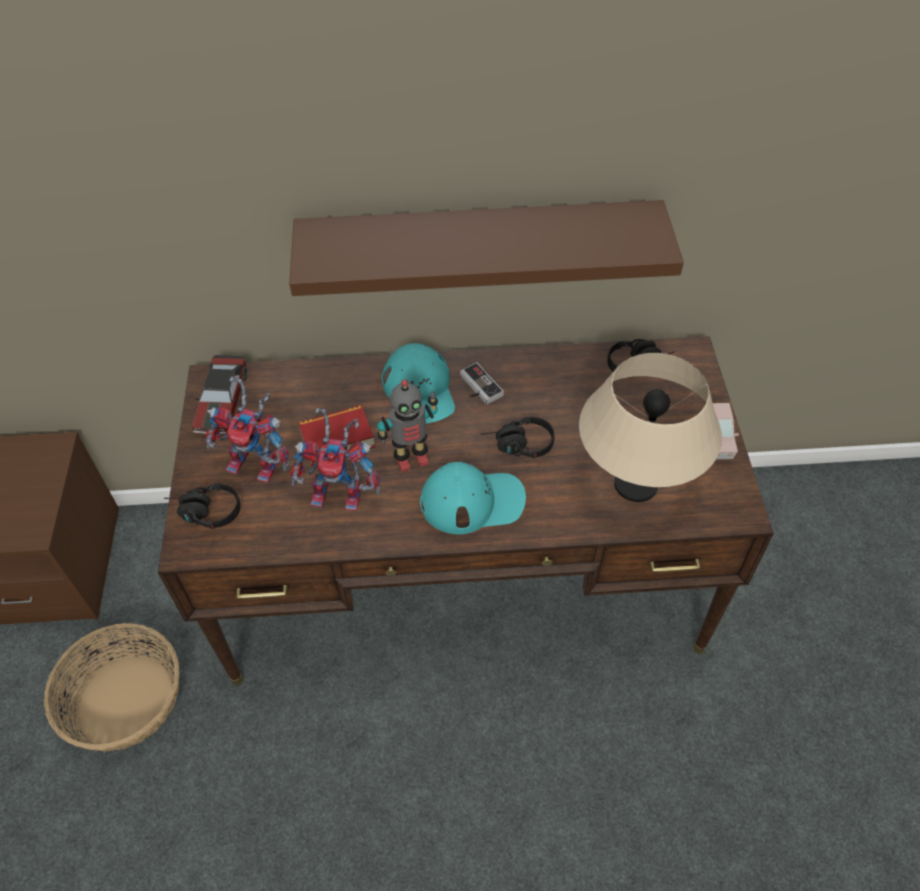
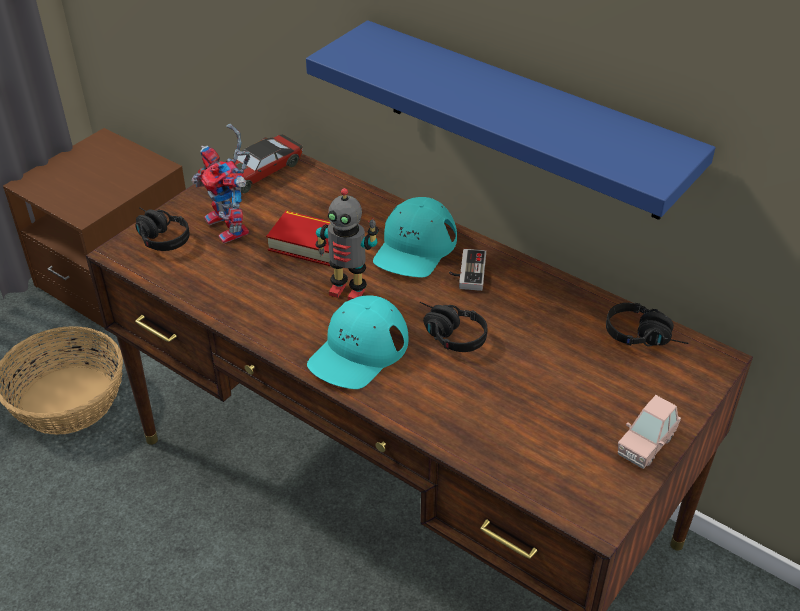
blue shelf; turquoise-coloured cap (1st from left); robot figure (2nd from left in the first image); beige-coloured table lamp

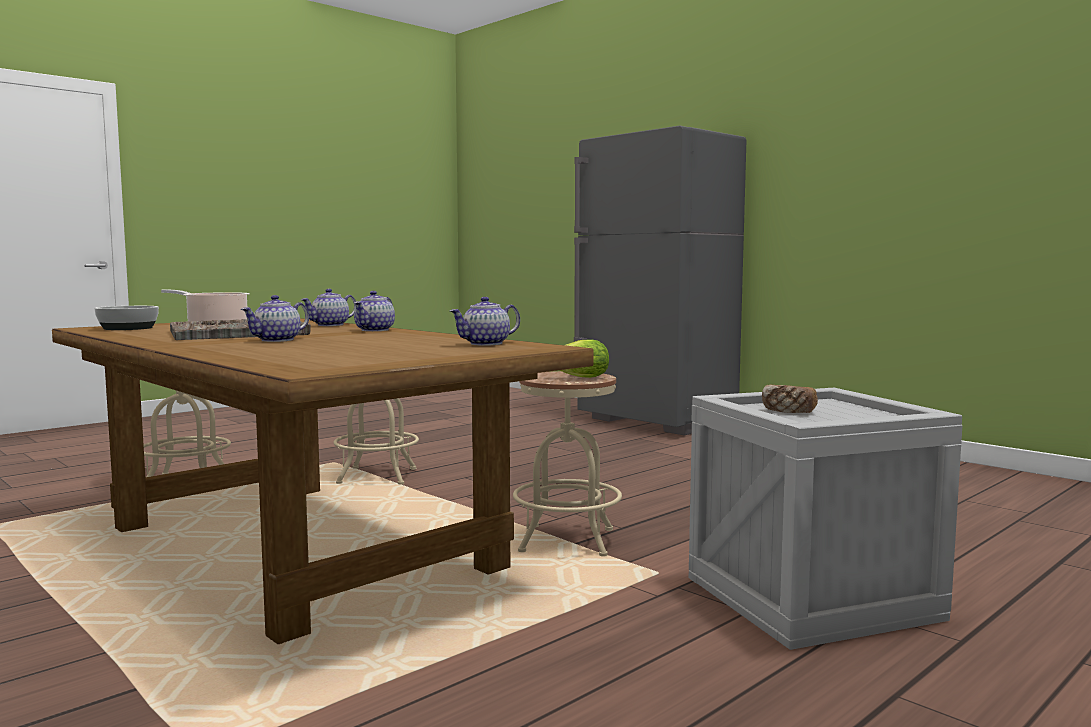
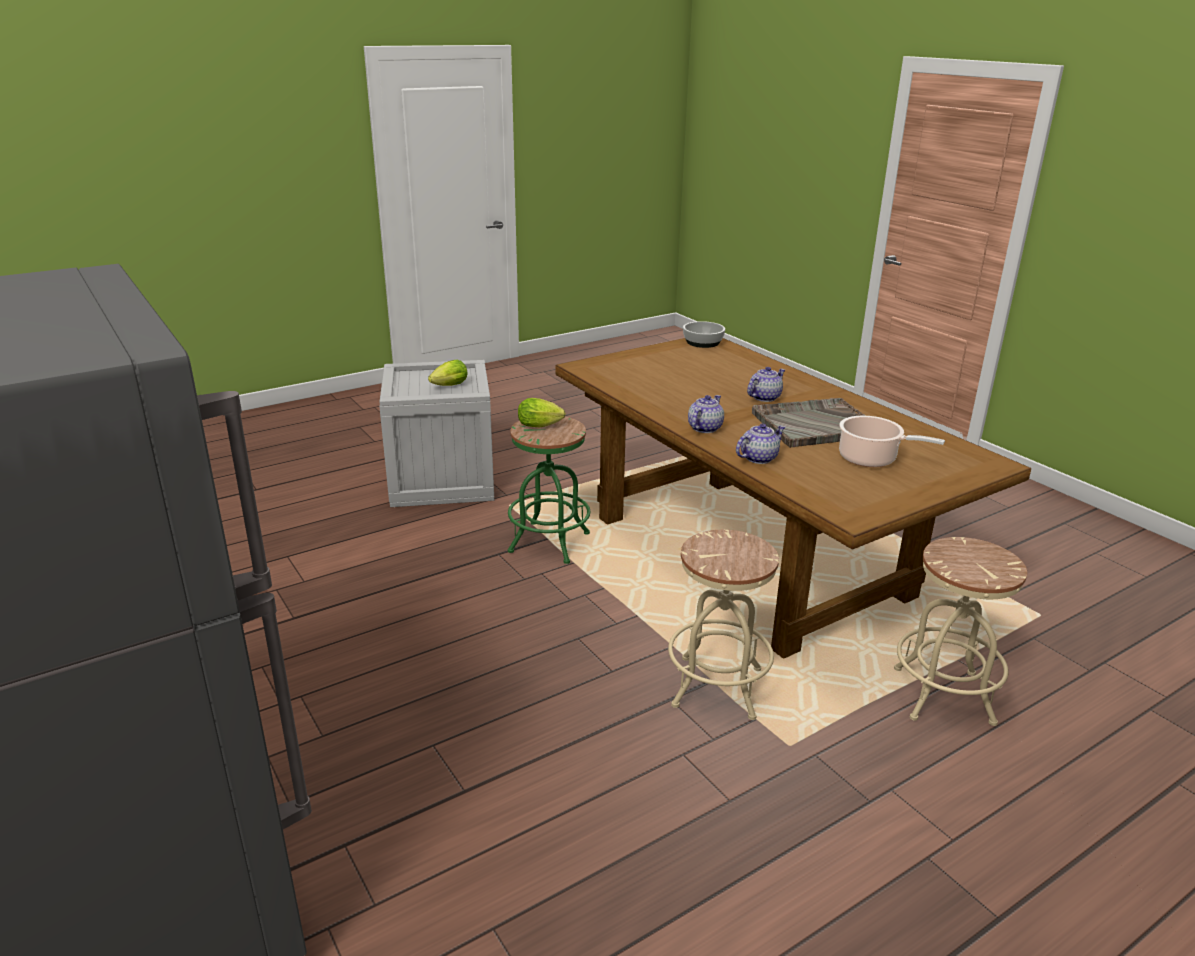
head of lettuce (1st from left); green stool; bowl; pot for tea (4th from left in the first image)

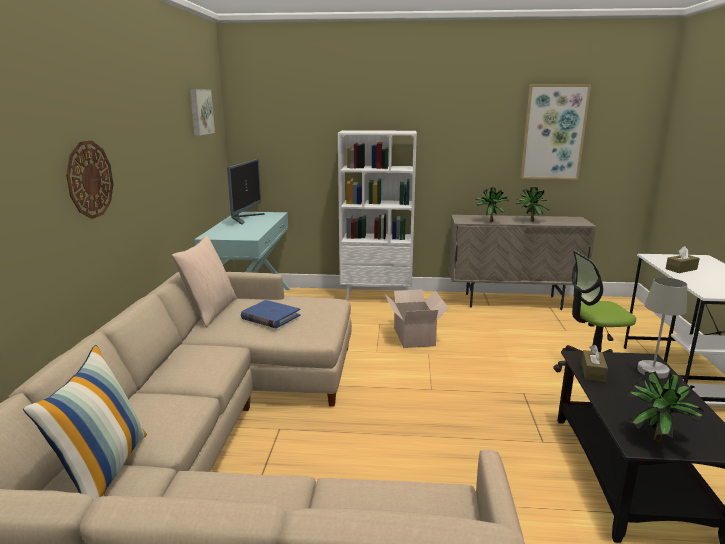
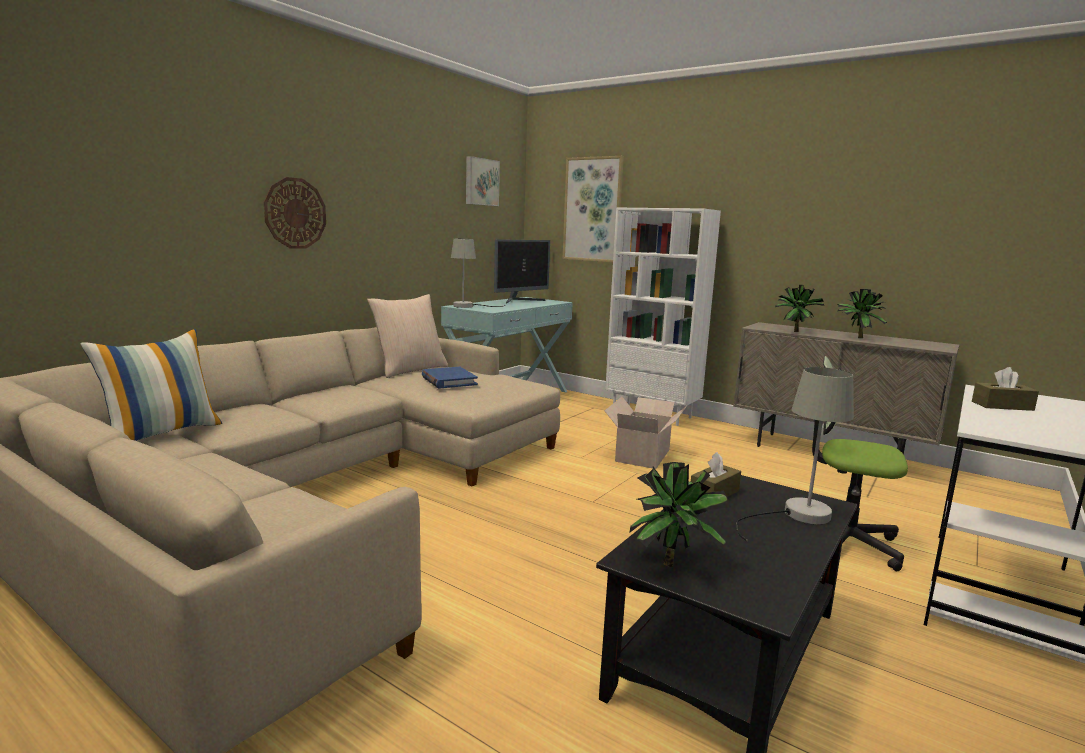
gray table lamp (1st from left); picture (2nd from left)

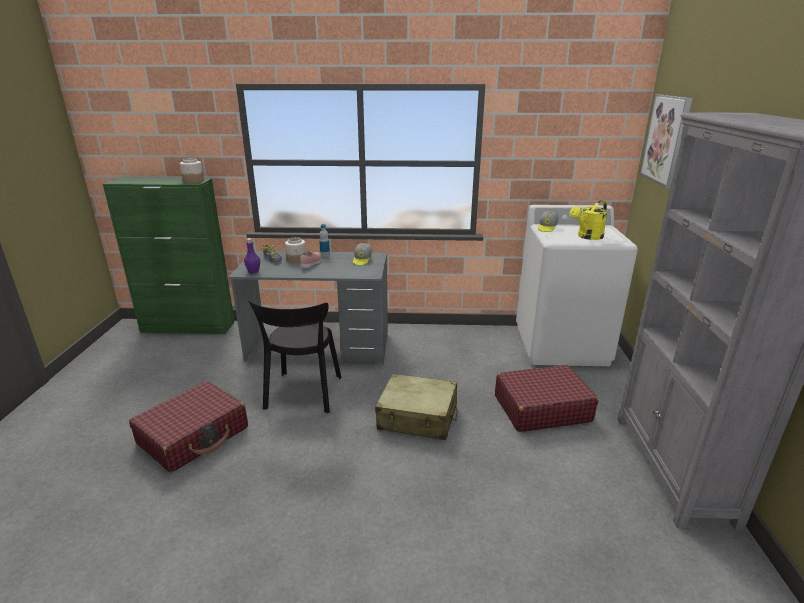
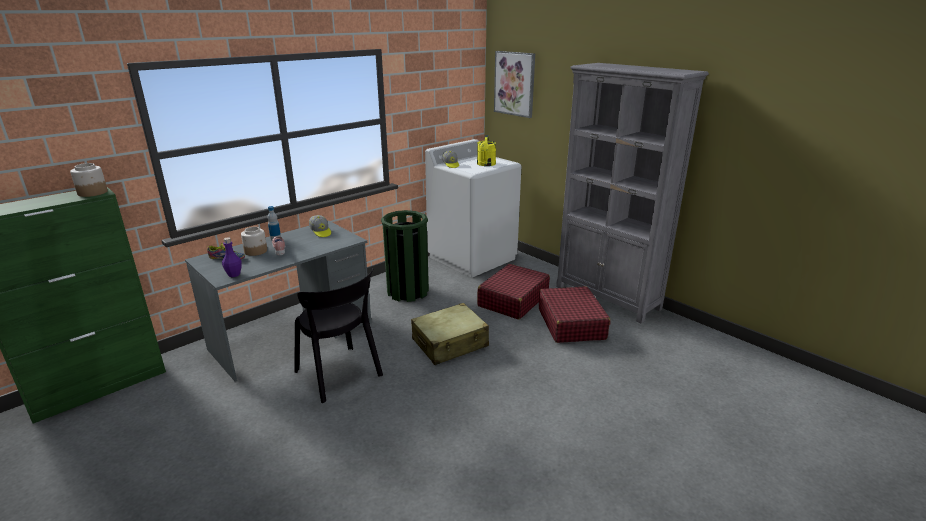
green waste bin; red suitcase (2nd from left)

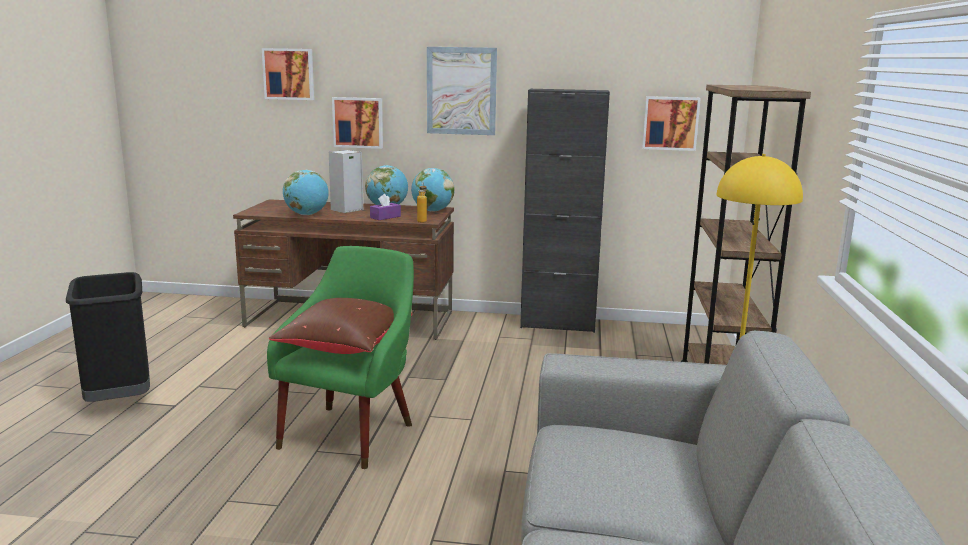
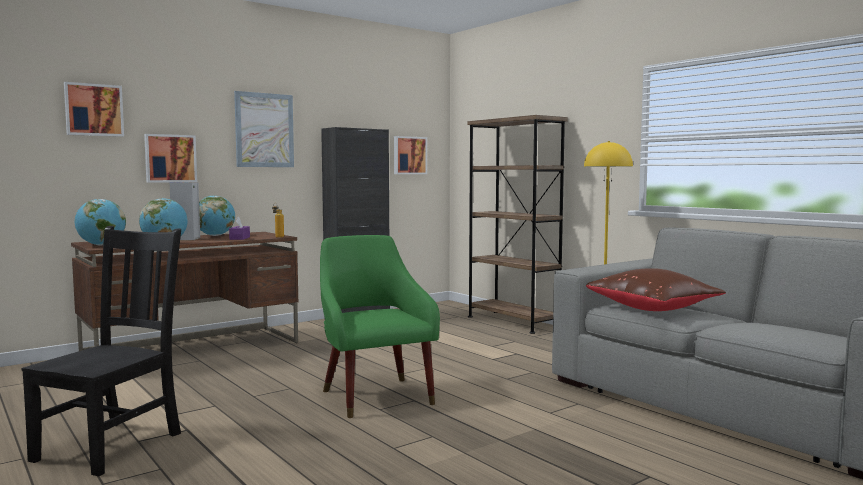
blackish upright chair; globe (1st from left); brown cushion

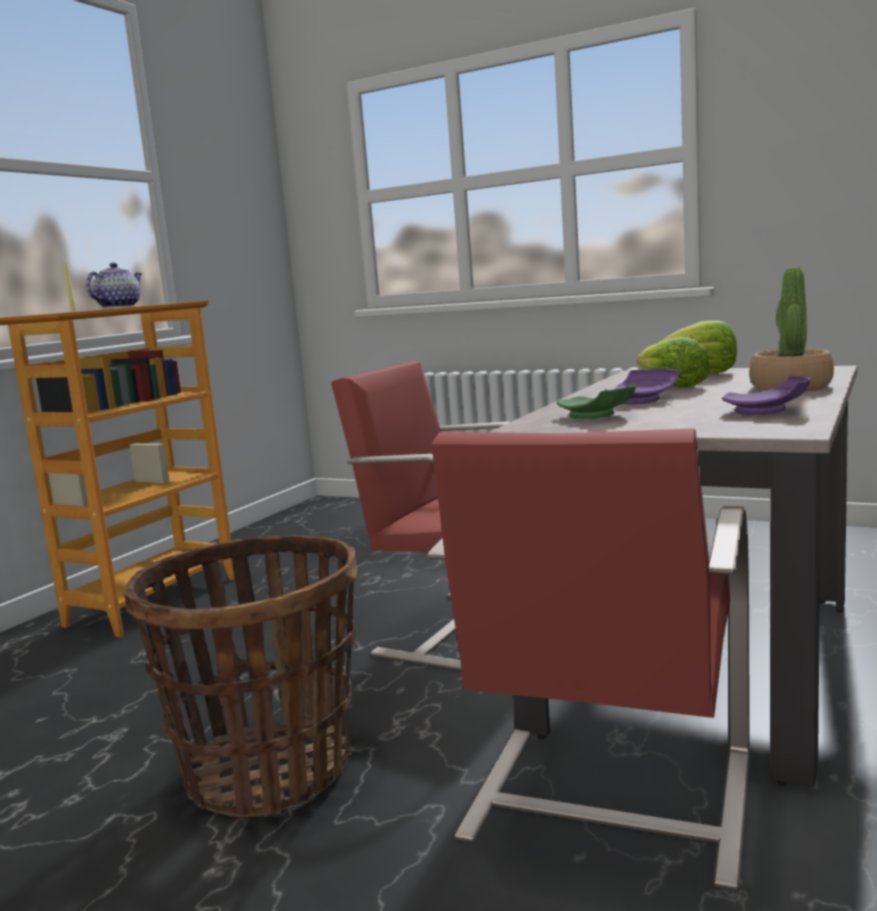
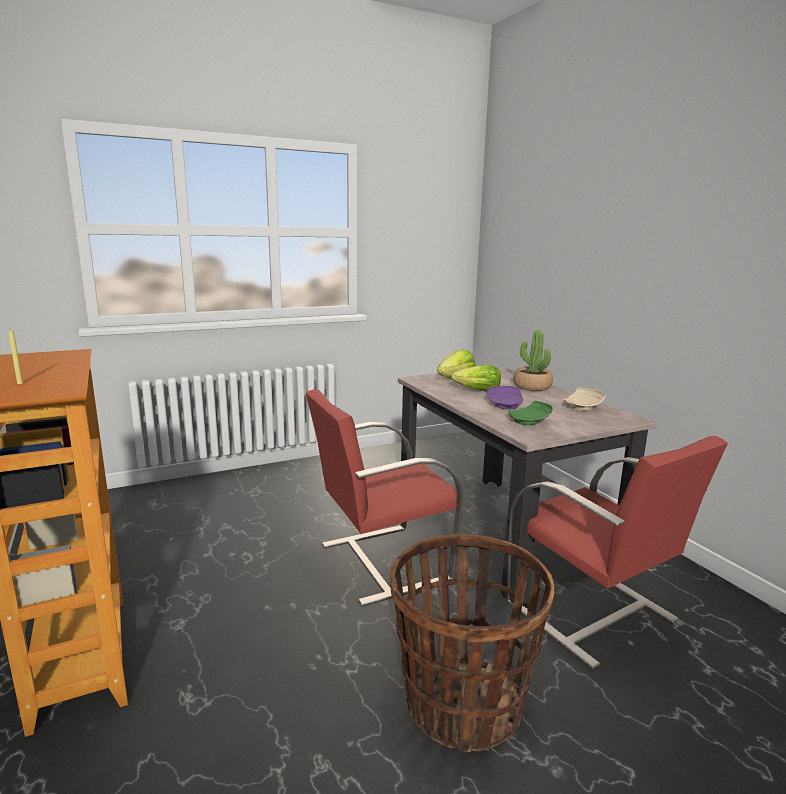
beige-coloured dinner plate; pot for tea

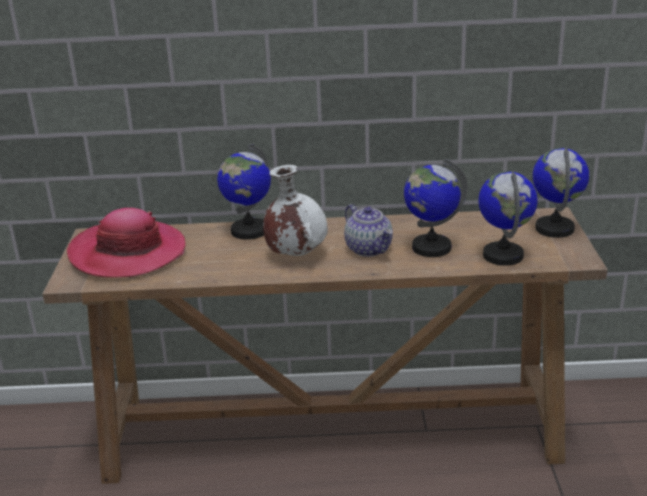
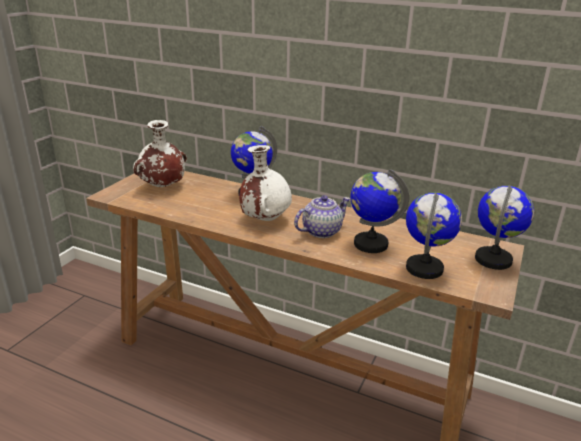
whitish vase (1st from left); pot for tea

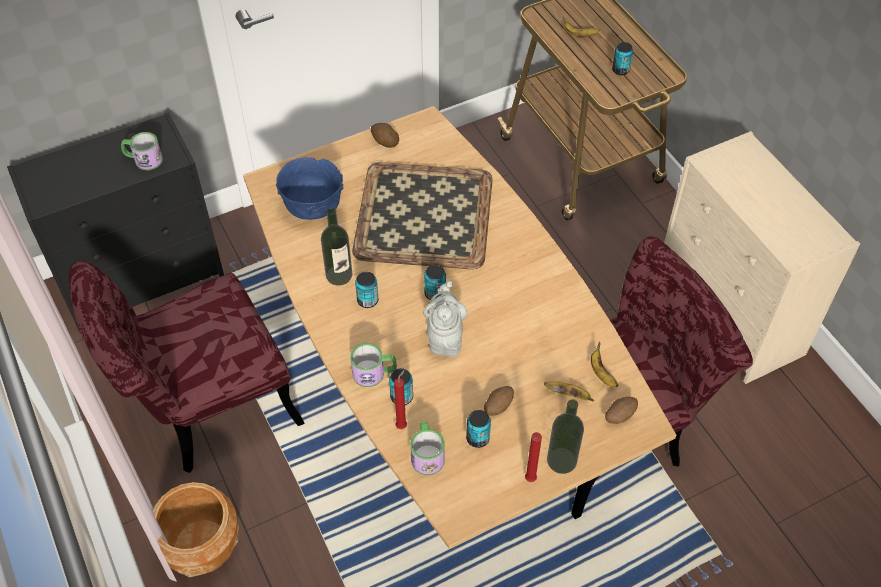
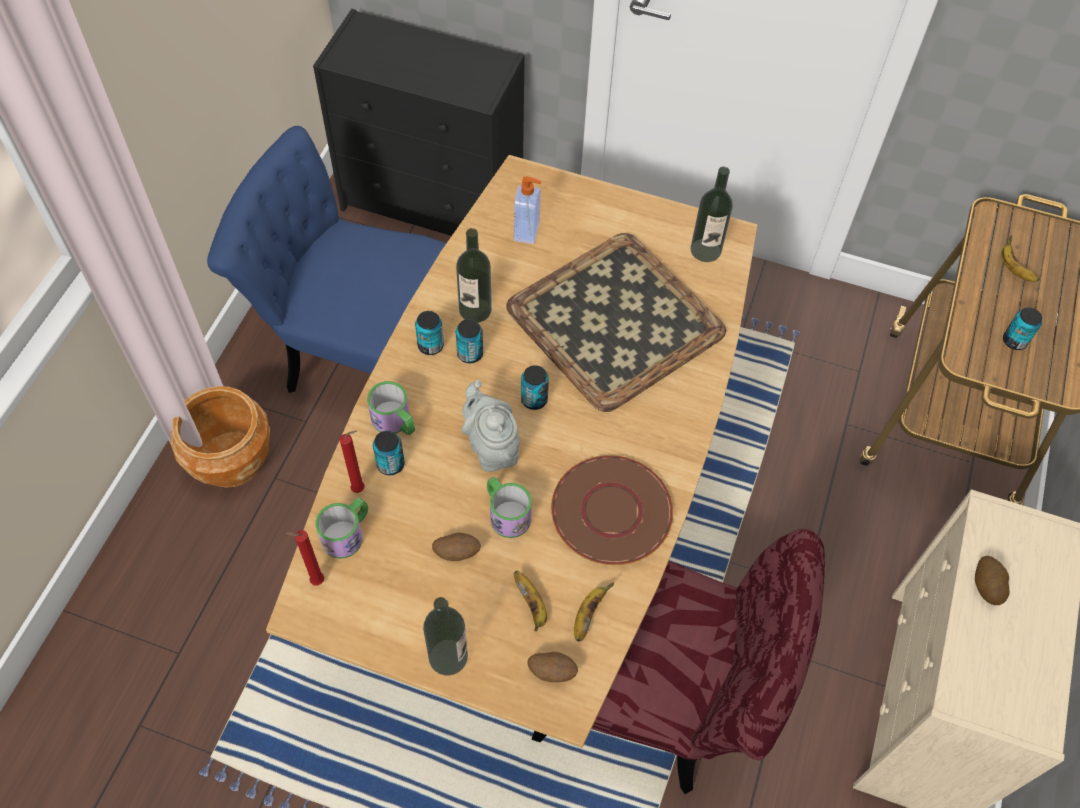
blue upright chair; red candle (1st from left); metal can (2nd from left); gray pot for tea; coffee mug (3rd from left); soap bottle; brown dinner plate; bottle (3rd from left); whole potato (3rd from left)

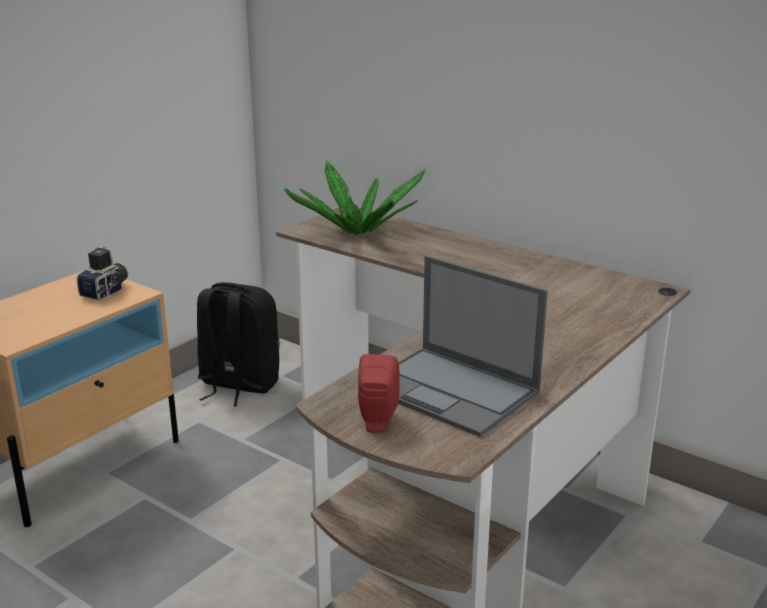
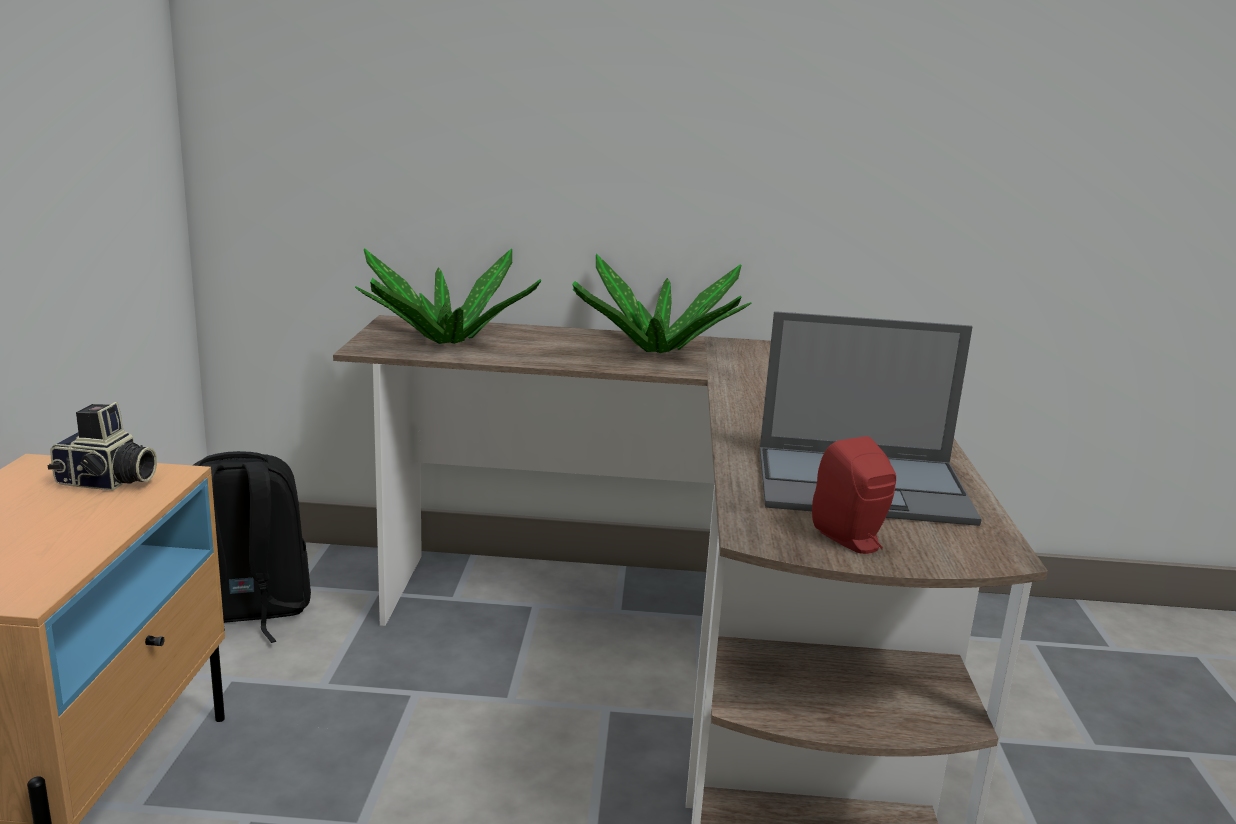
still camera; potted plant (2nd from left)

